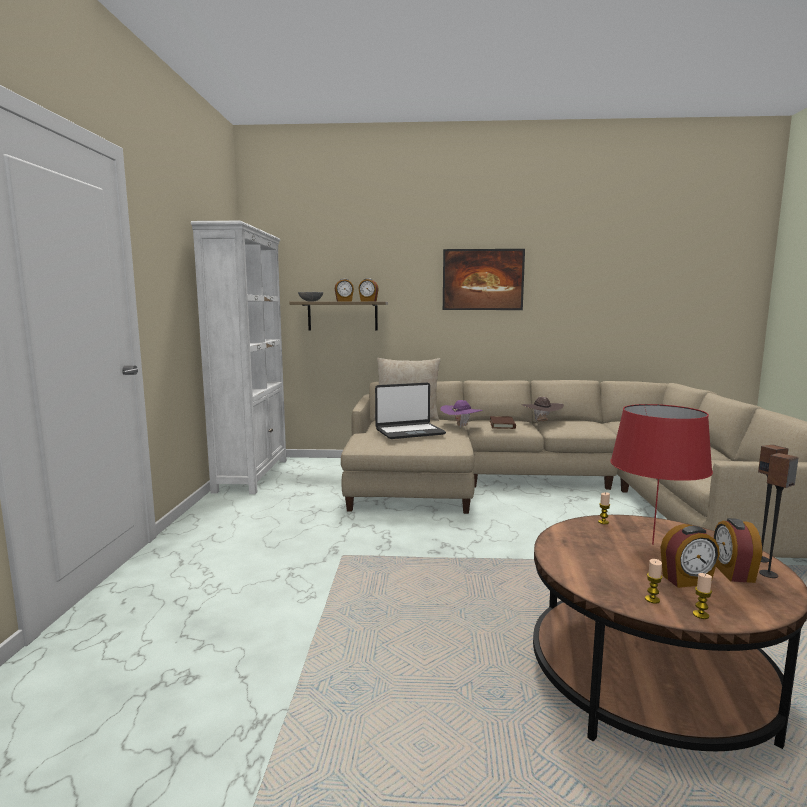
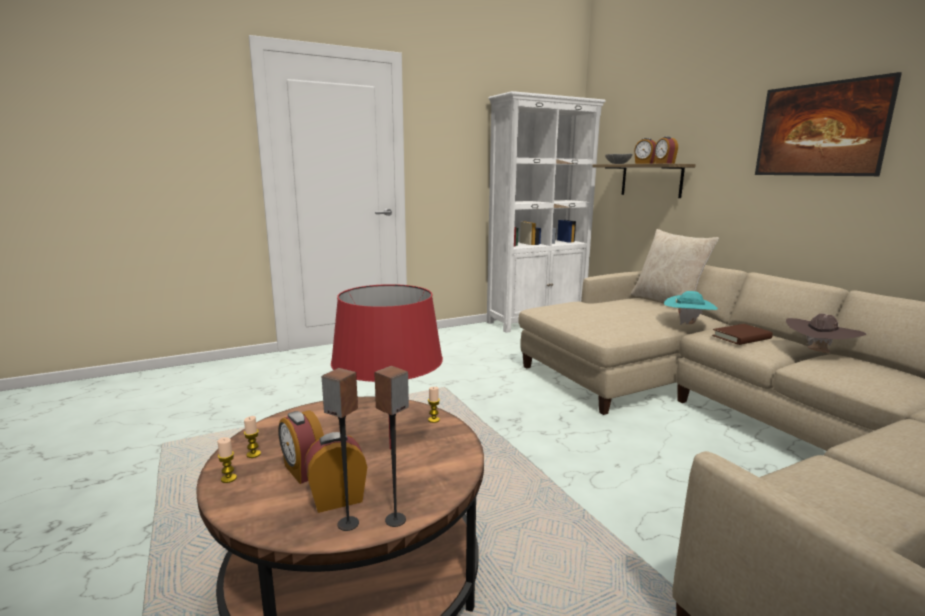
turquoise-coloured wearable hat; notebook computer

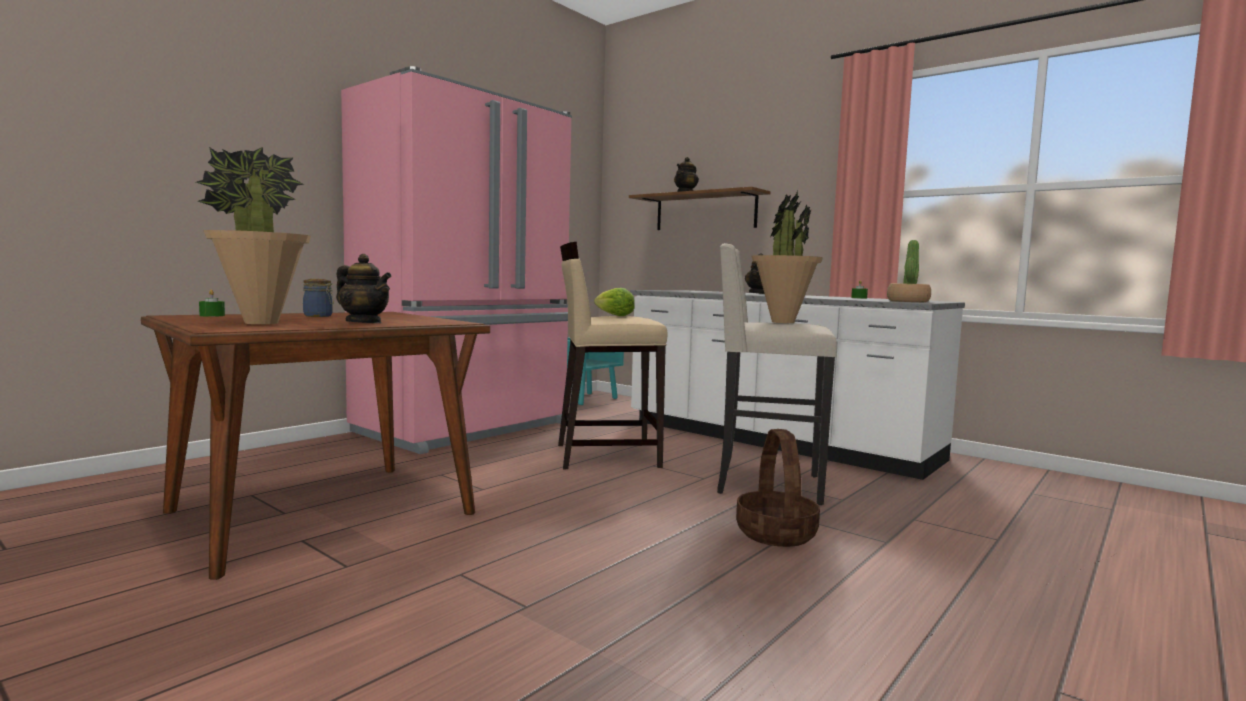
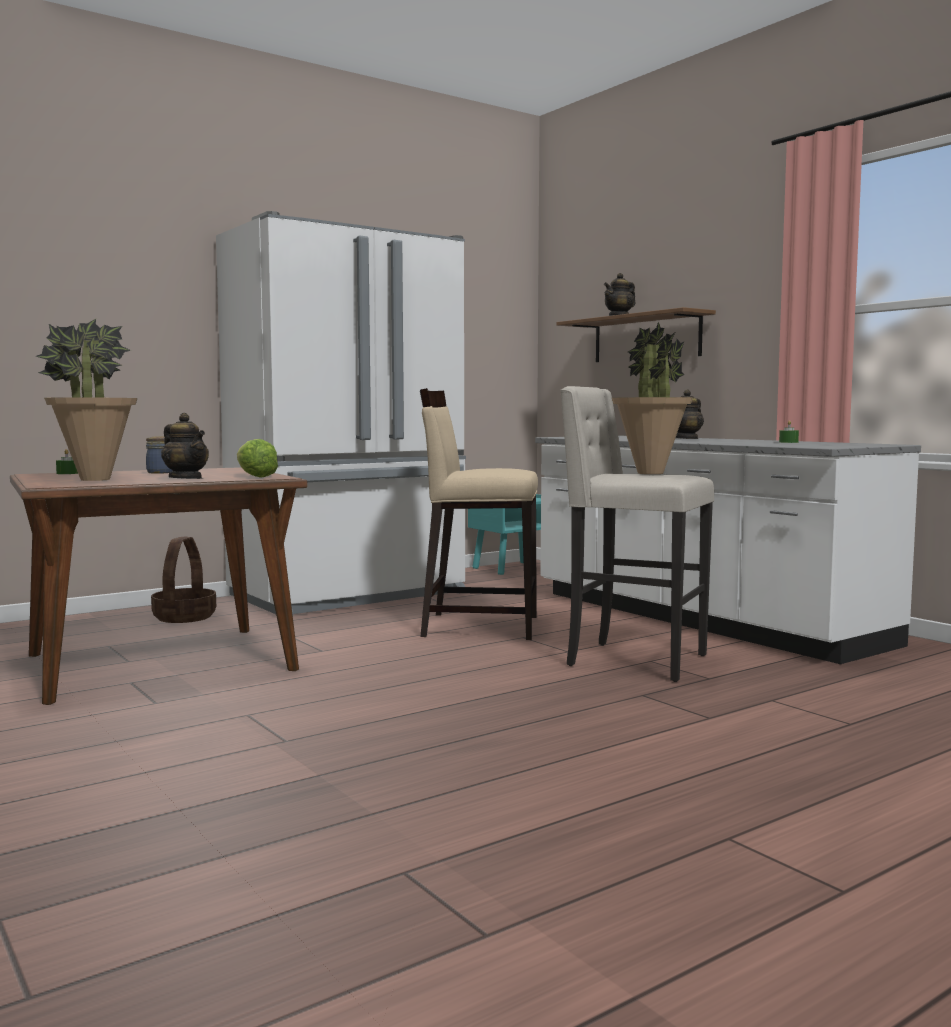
household basket; whitish fridge; head of lettuce; potted plant (3rd from left in the first image)

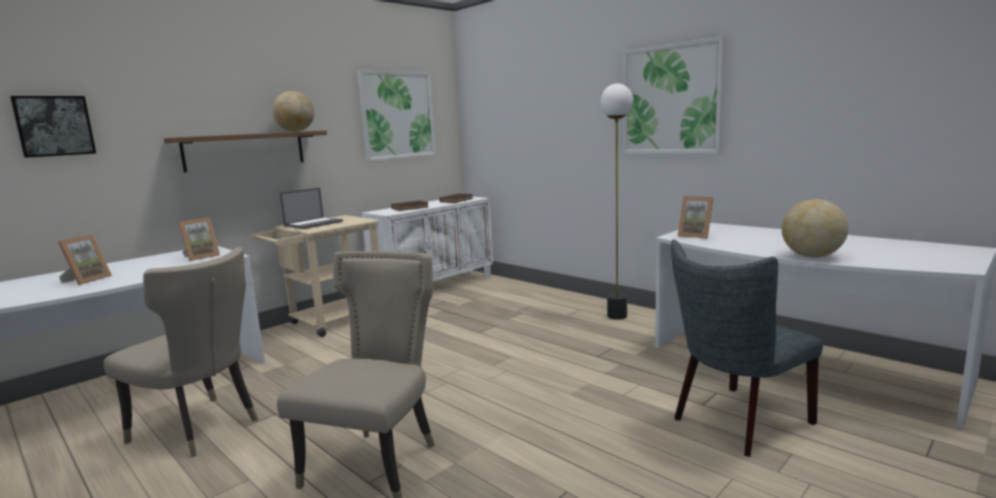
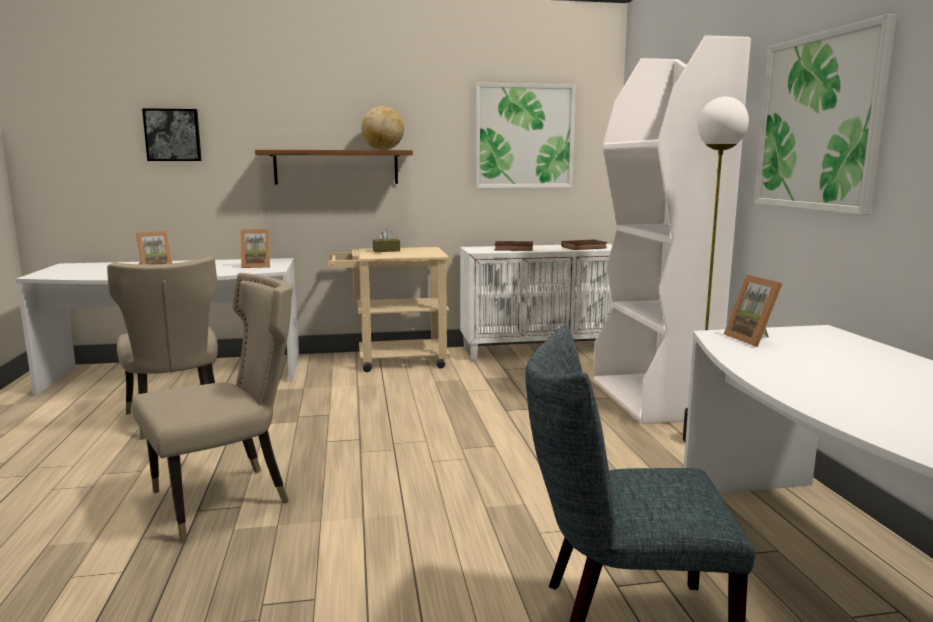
brown tissue box; whitish bookcase; globe (2nd from left in the first image)

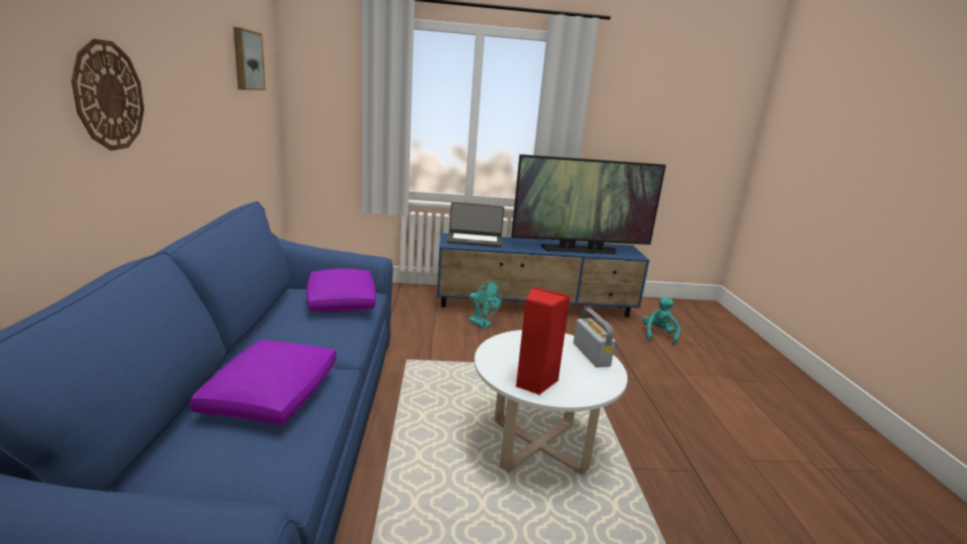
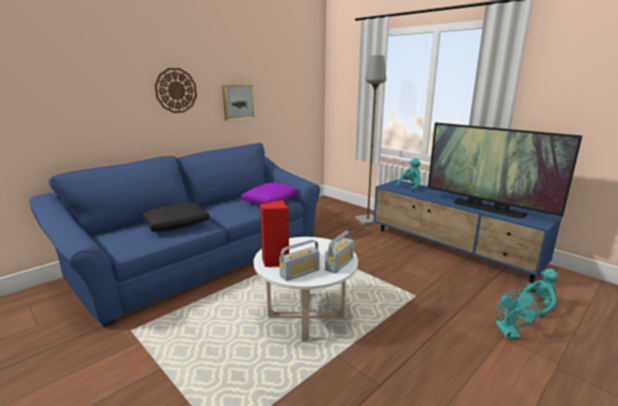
blackish cushion; picture; radio set (1st from left); gray floor lamp; turquoise-coloured soft toy (1st from left); turquoise-coloured fan

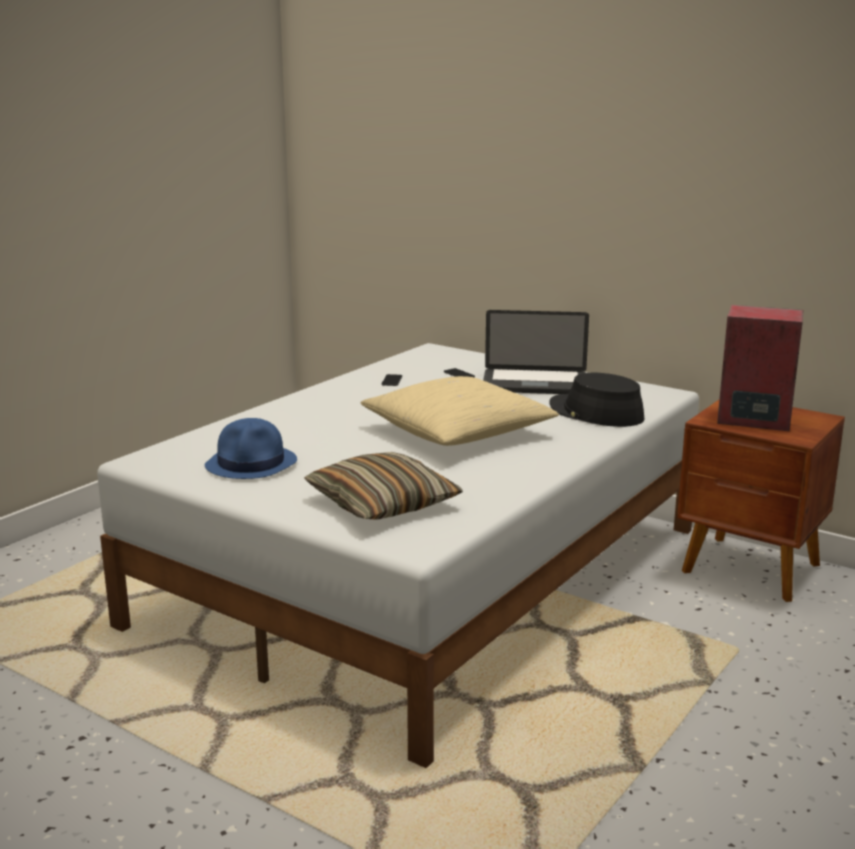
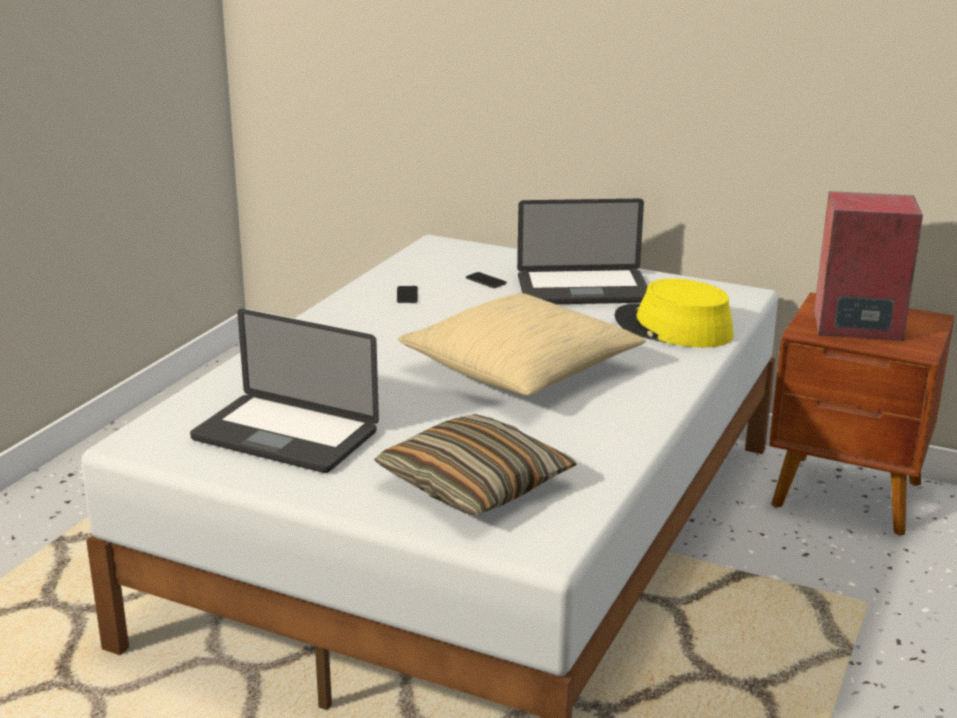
notebook computer (1st from left); yellowish wearable hat

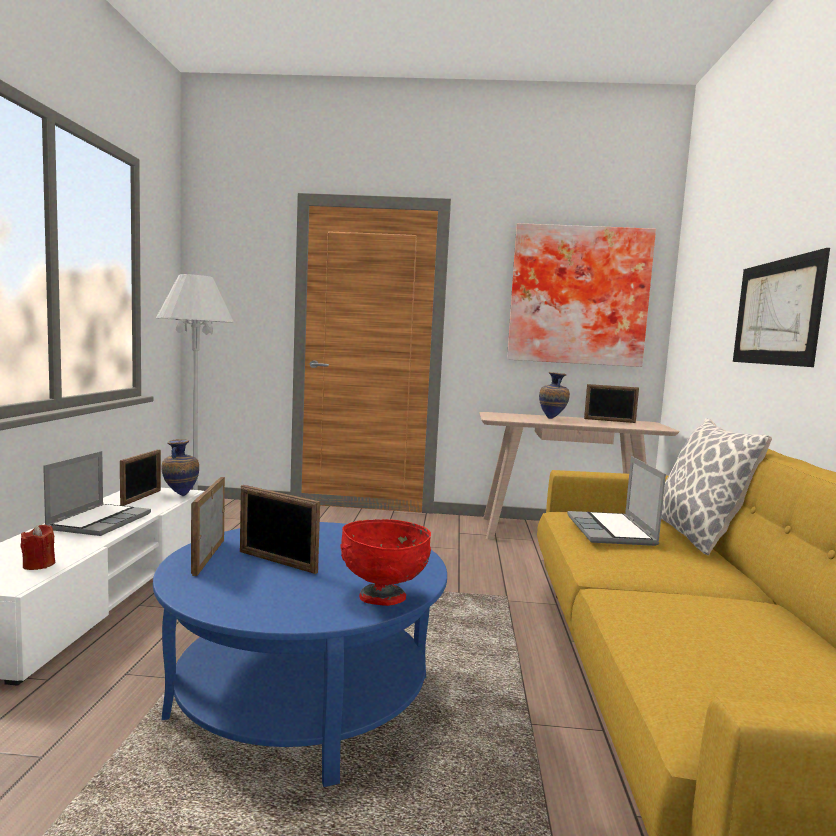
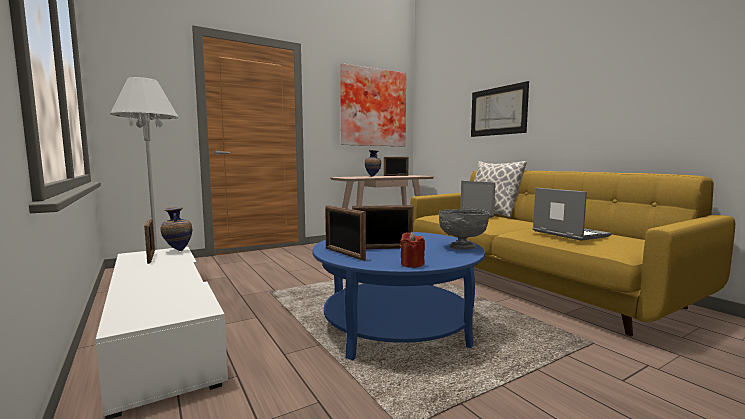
red candle; gray bowl; notebook computer (2nd from left)

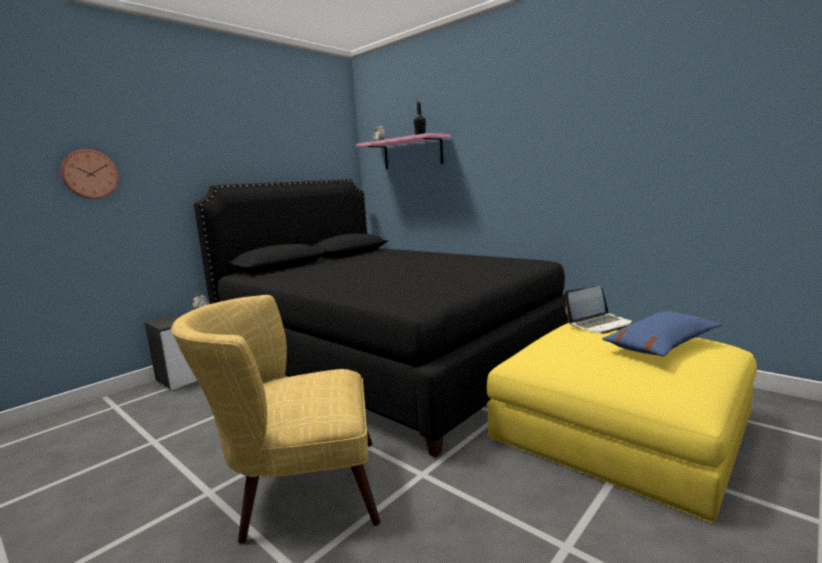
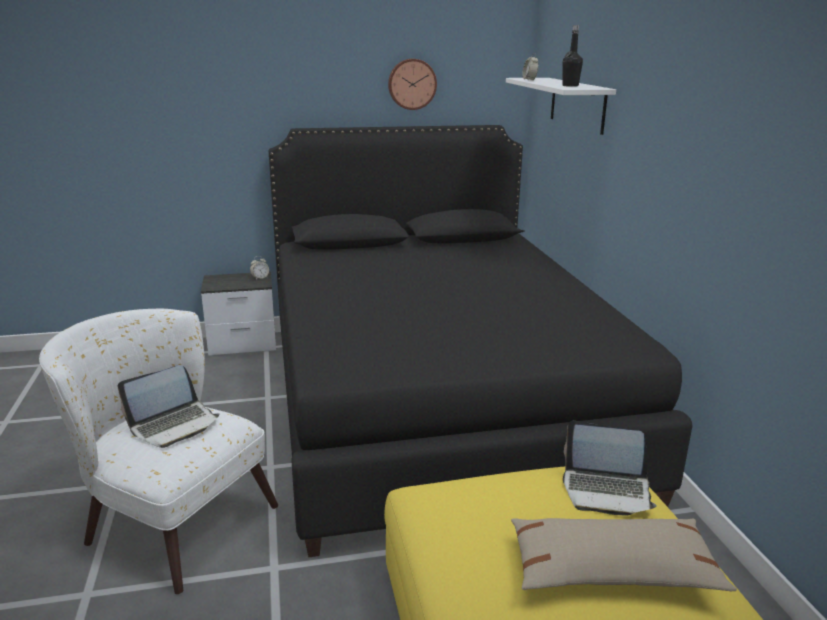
whitish easy chair; notebook computer (1st from left); wall clock; whitish shelf; beige-coloured cushion

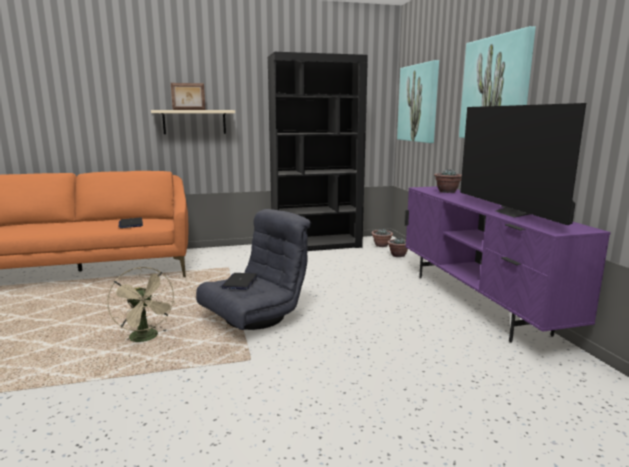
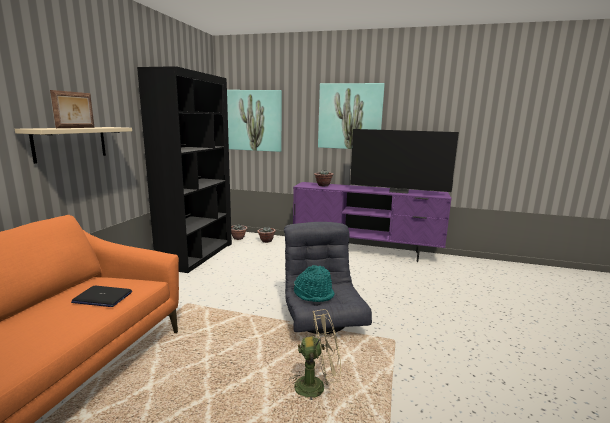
turquoise-coloured wearable hat

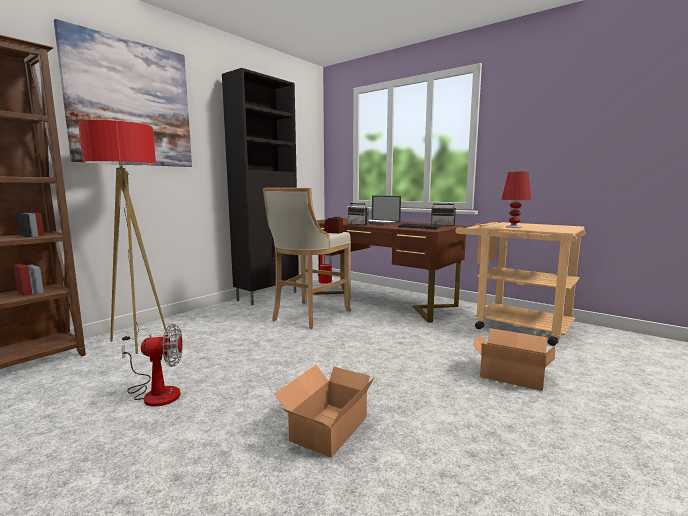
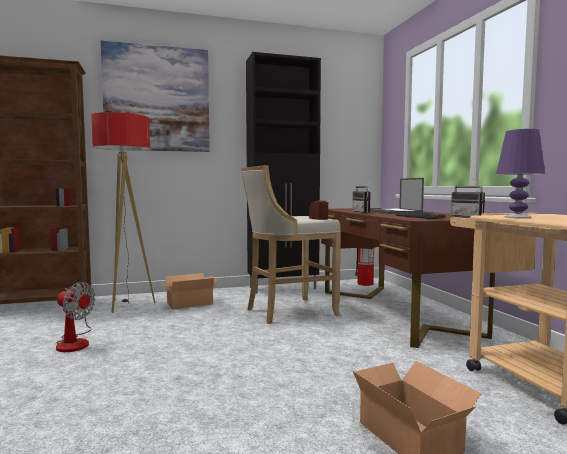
cardboard box (1st from left); purple-coloured table lamp

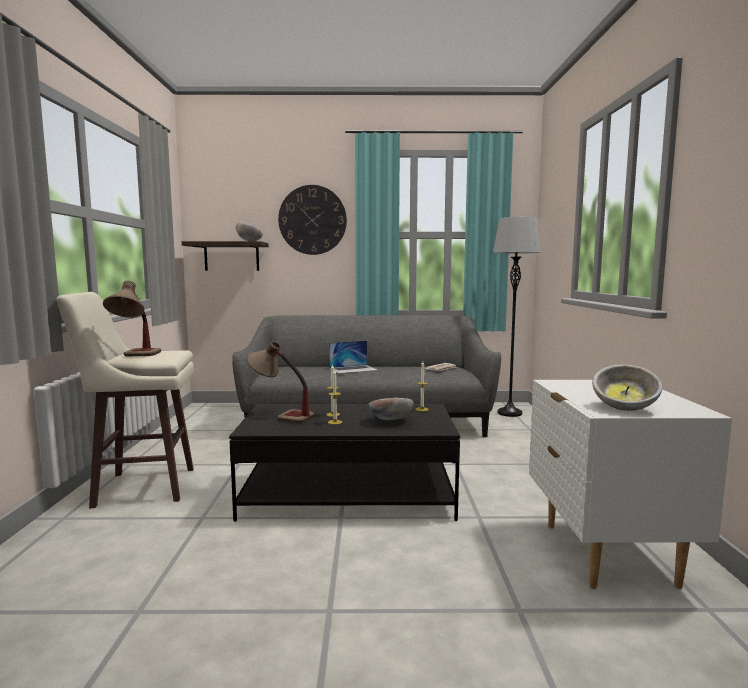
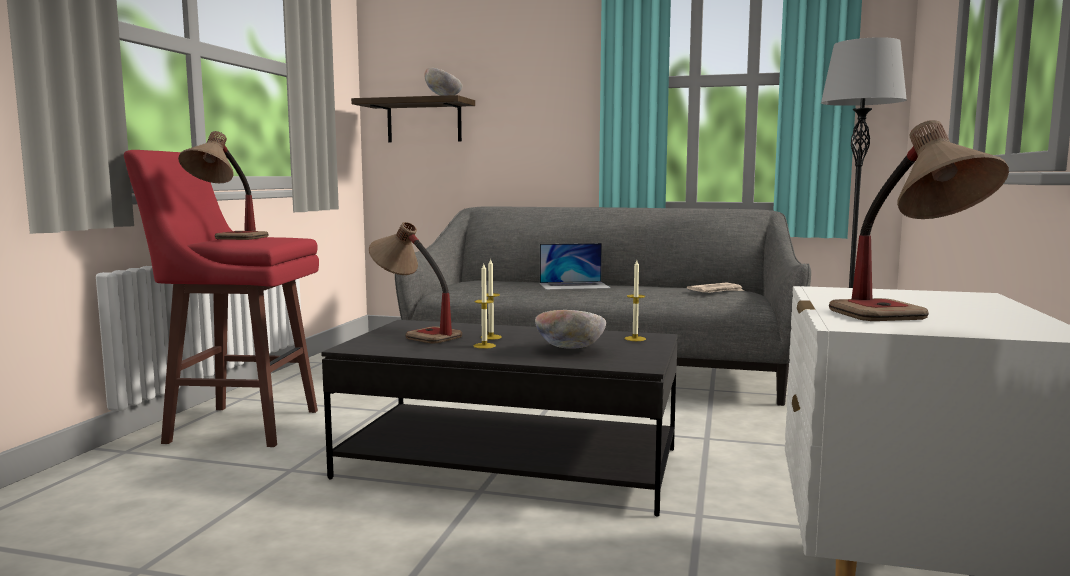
red stool; table lamp (3rd from left); wall clock

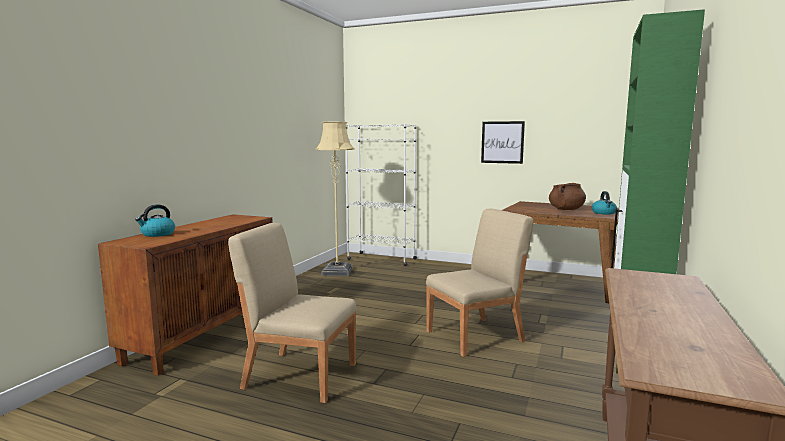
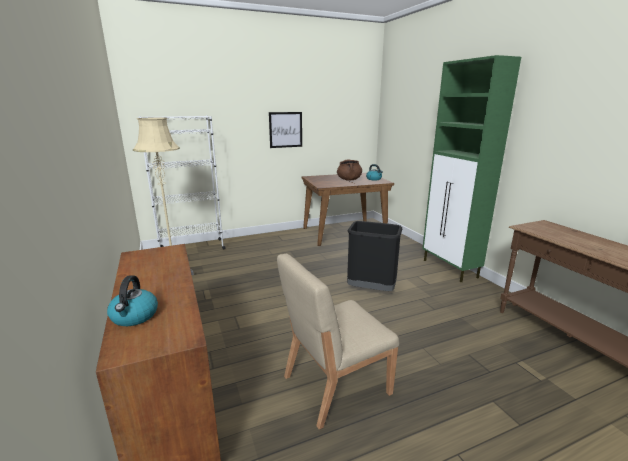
blackish waste bin

